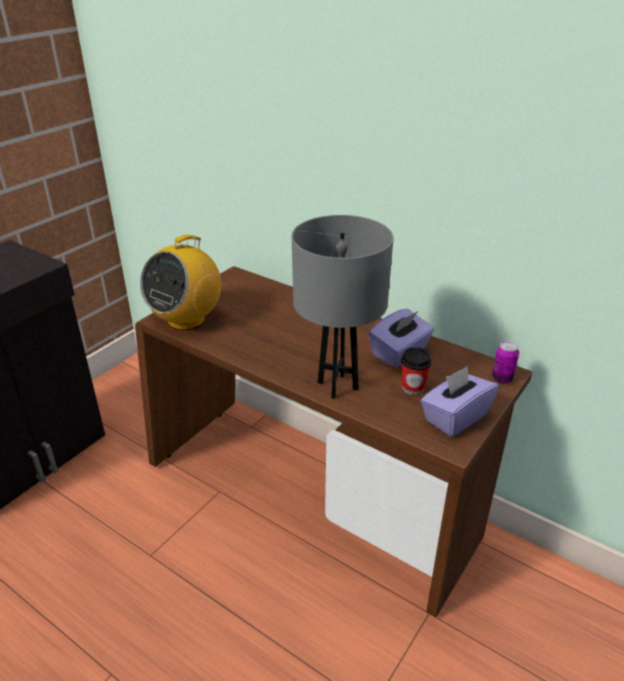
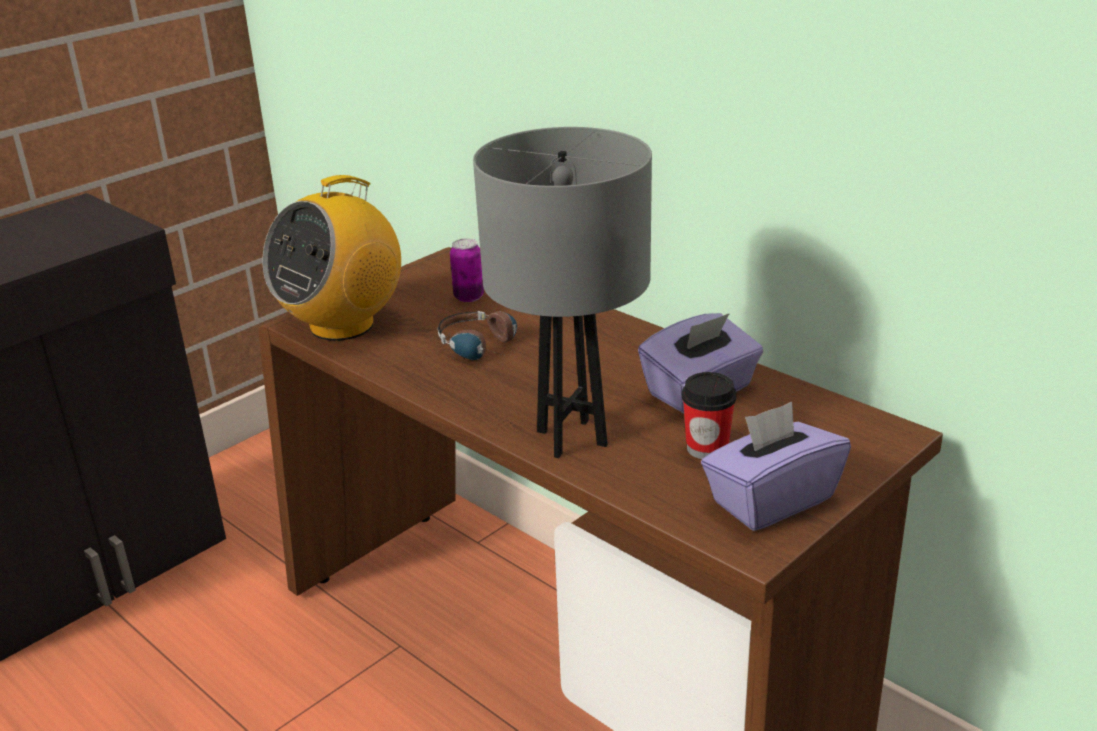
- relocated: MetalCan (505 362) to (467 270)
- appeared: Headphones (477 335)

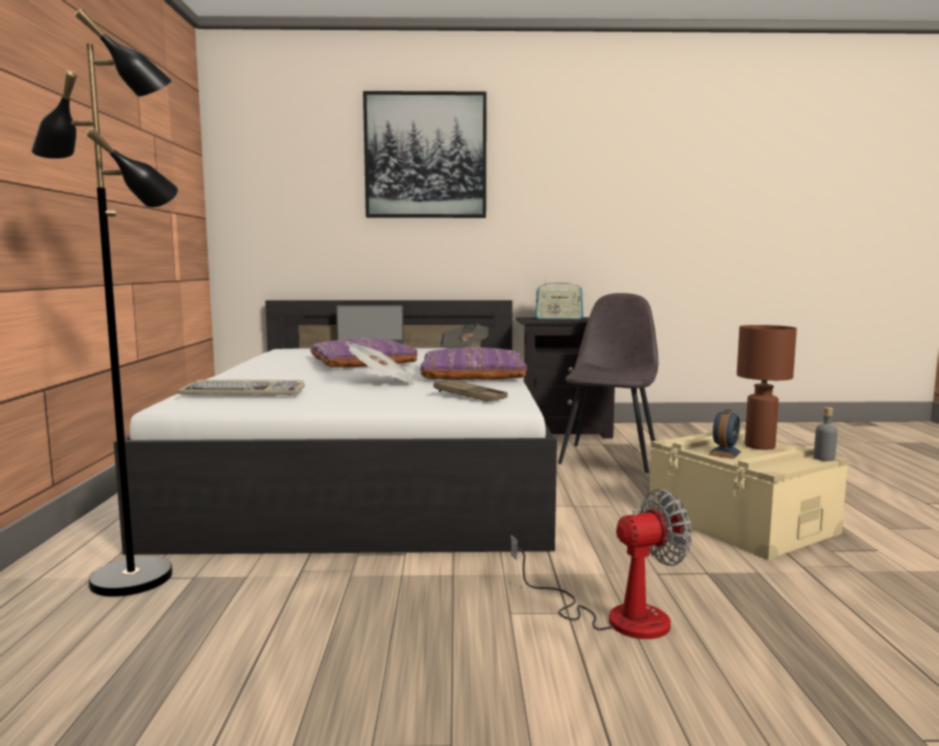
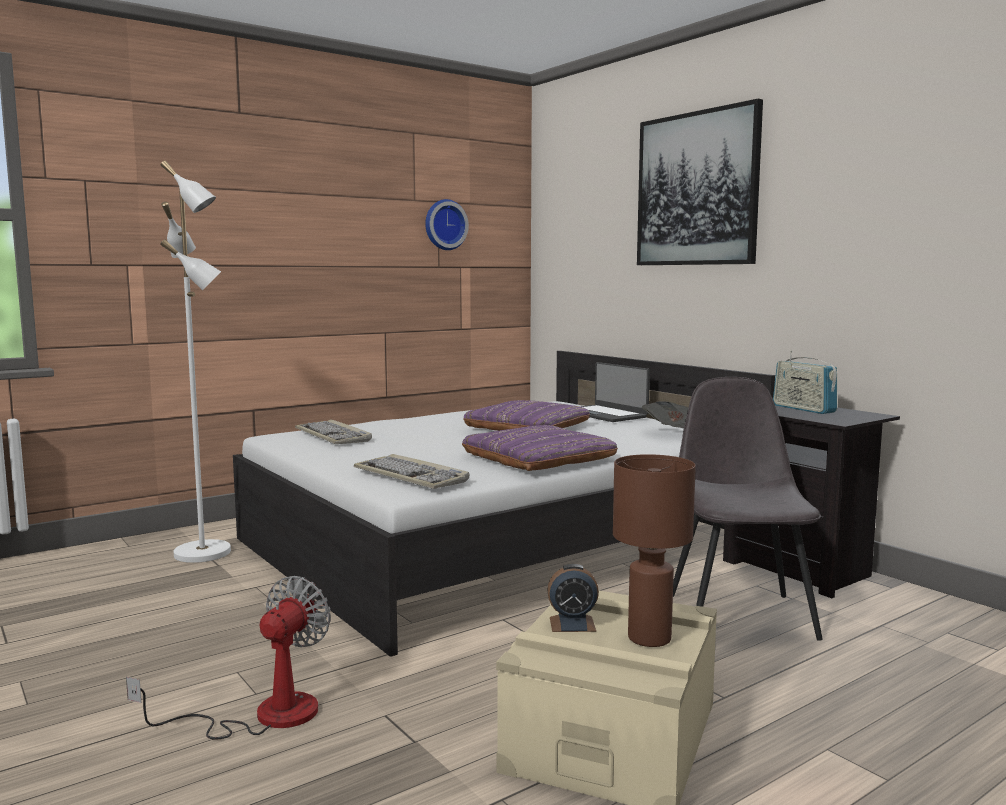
- colour: BlackishFloorLamp (104 303) to WhiteColouredFloorLamp (195 362)
- spun: GreyChair (608 383) = (747 509) 75 degrees counterclockwise
- missing: DailyPaper (380 363)
- exchanged: BrownishServingTray (471 390) to Keyboard (411 471)
- missing: GreyBeverageBottle (826 434)
- spun: CoolingFan (601 564) = (228 657) 105 degrees counterclockwise
- appeared: HangingClock (447 224)

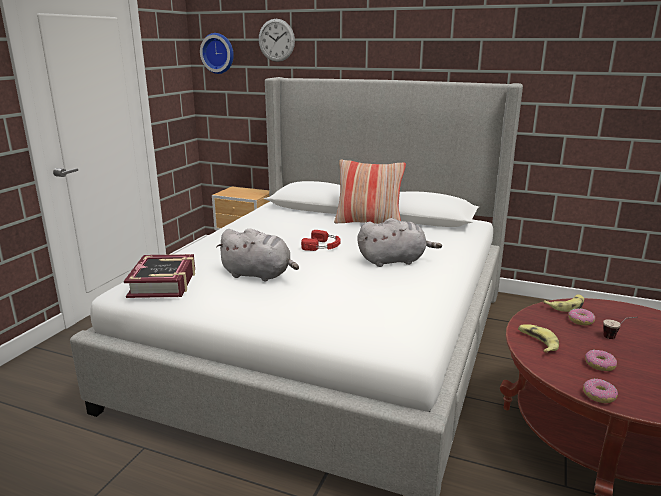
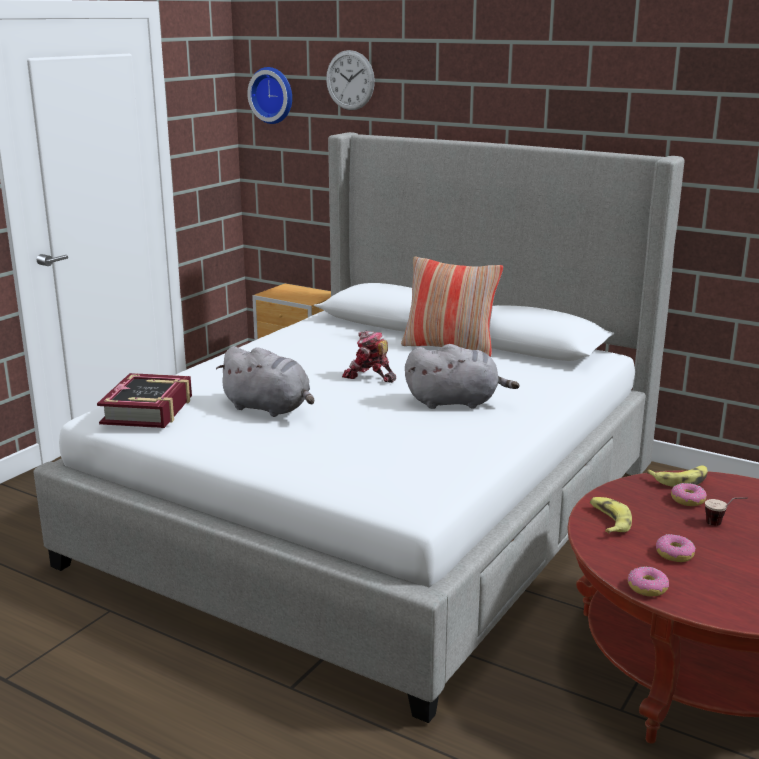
- exchanged: RedHeadphones (321 240) to ToyRobot (369 357)

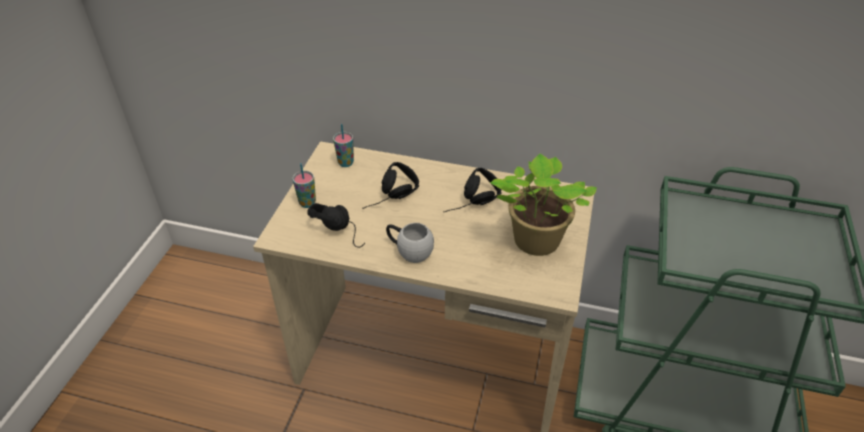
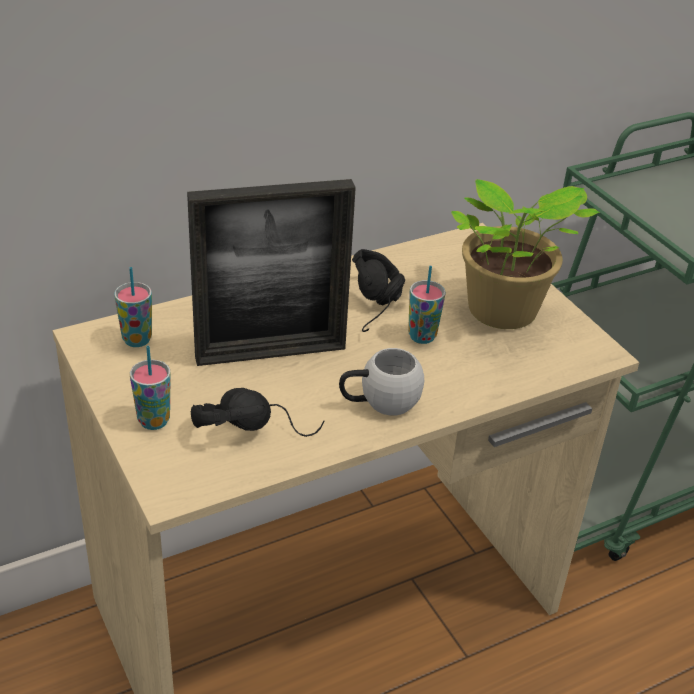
- exchanged: BlackishHeadphones (390 185) to PictureFrame (271 272)
- appeared: SmallCup (427 305)

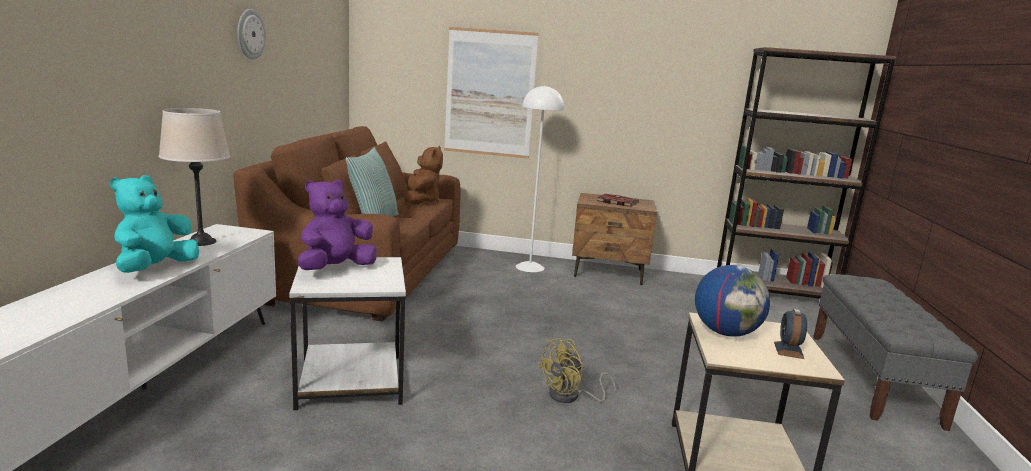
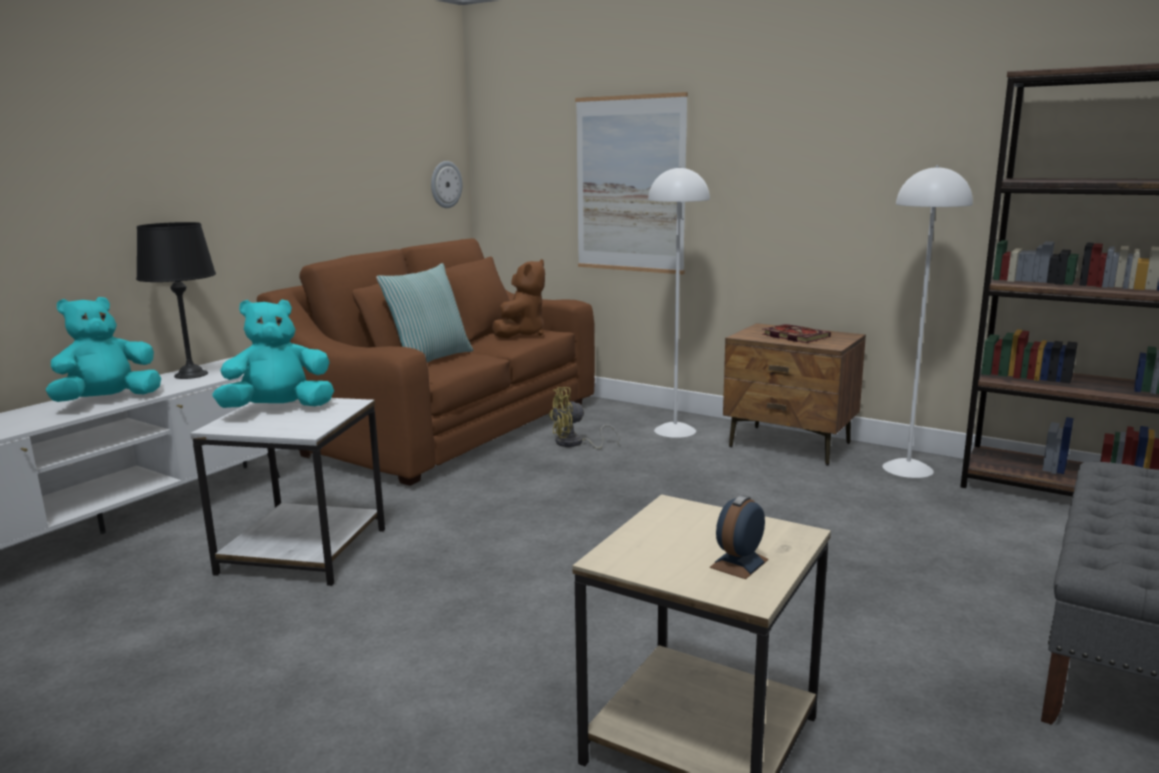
- relocated: HangingClock (252 34) to (446 184)
- colour: SandColouredTabletopLamp (194 177) to BlackishTabletopLamp (176 300)
- colour: PurplePlushToy (337 225) to TurquoisePlushToy (273 353)
- missing: DeskGlobe (732 301)
- relocated: YellowishCoolingFan (576 371) to (584 418)
- appeared: WhiteColouredFloorLamp (927 321)

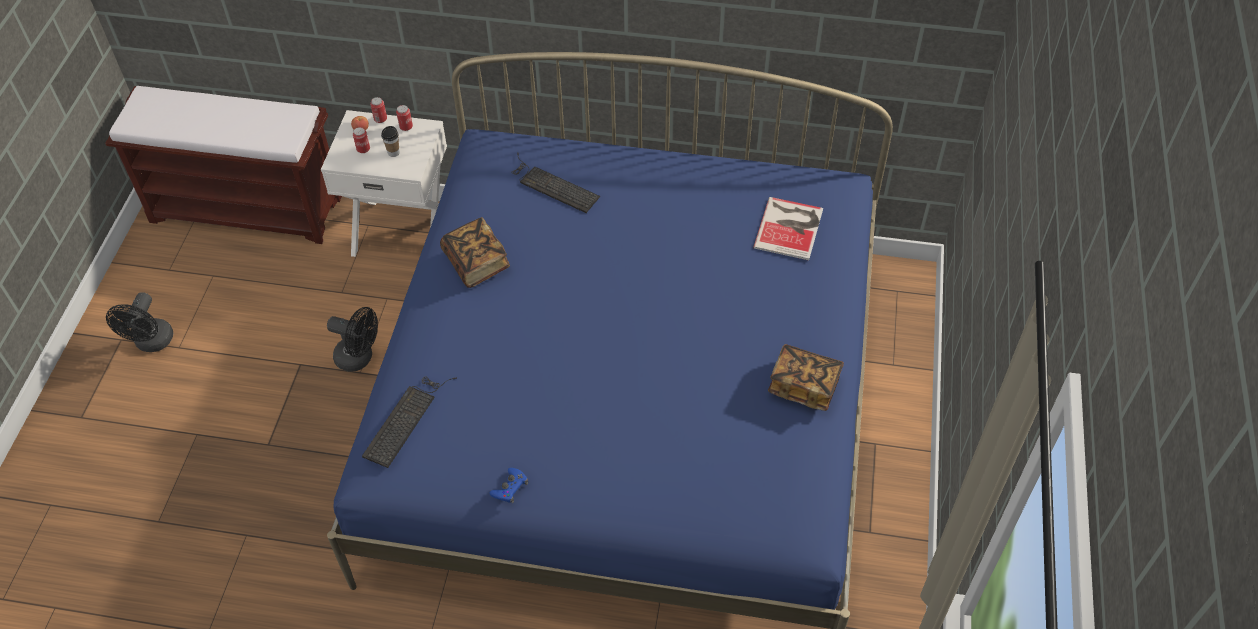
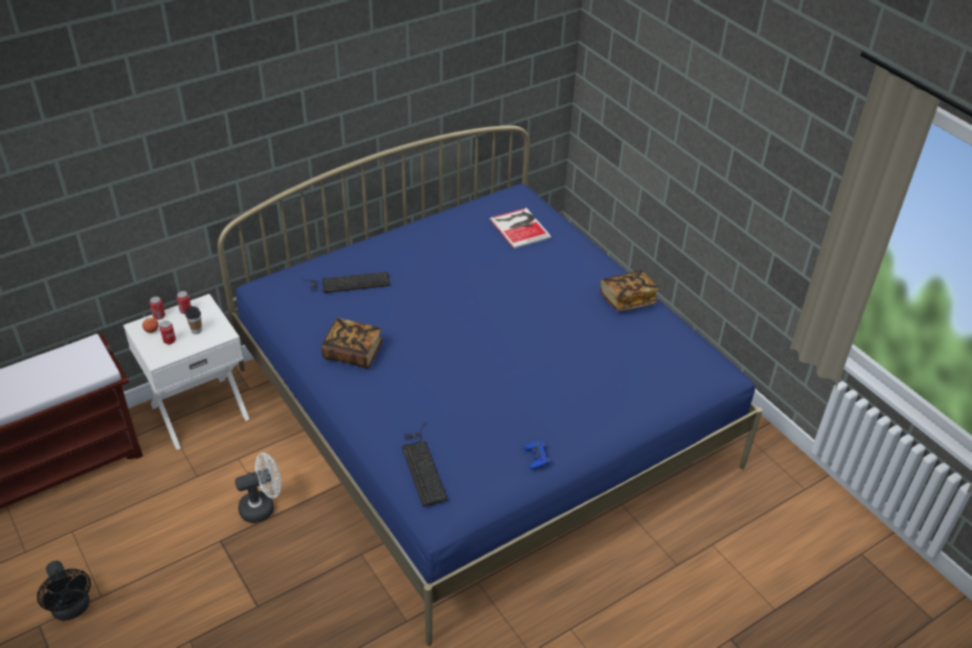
- colour: BlackishCoolingFan (352 339) to WhiteColouredCoolingFan (258 488)

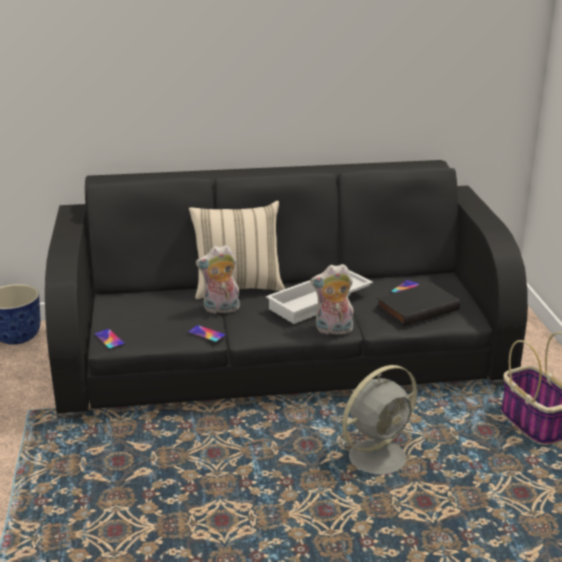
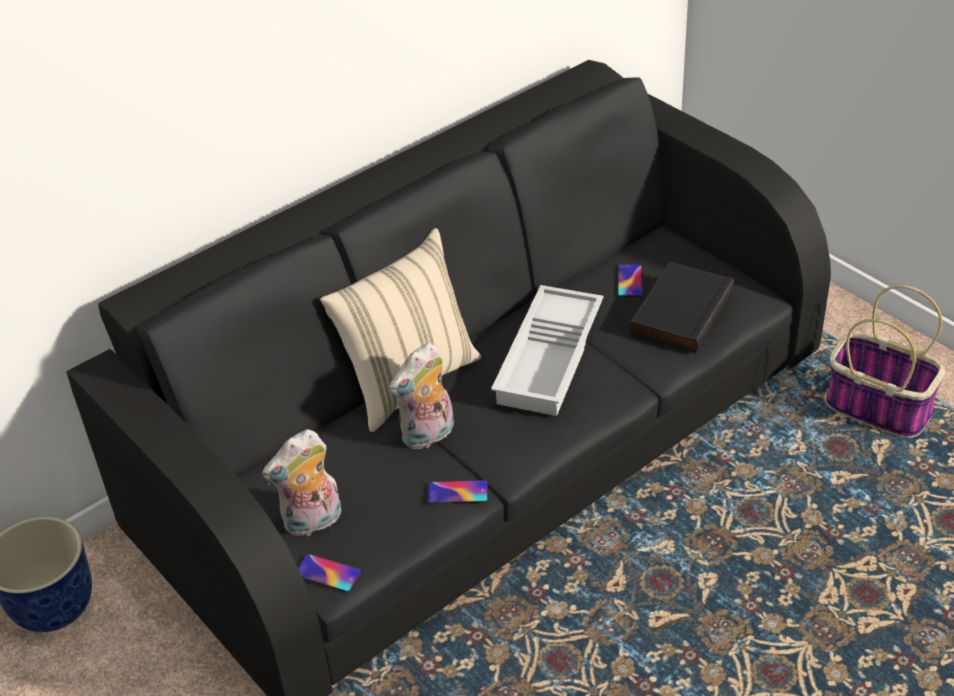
- relocated: PlushToy (332 299) to (301 482)
- missing: GreyCoolingFan (373 425)

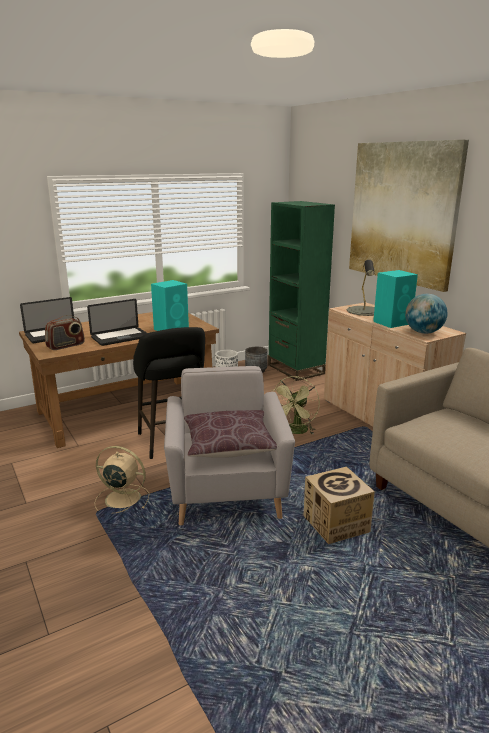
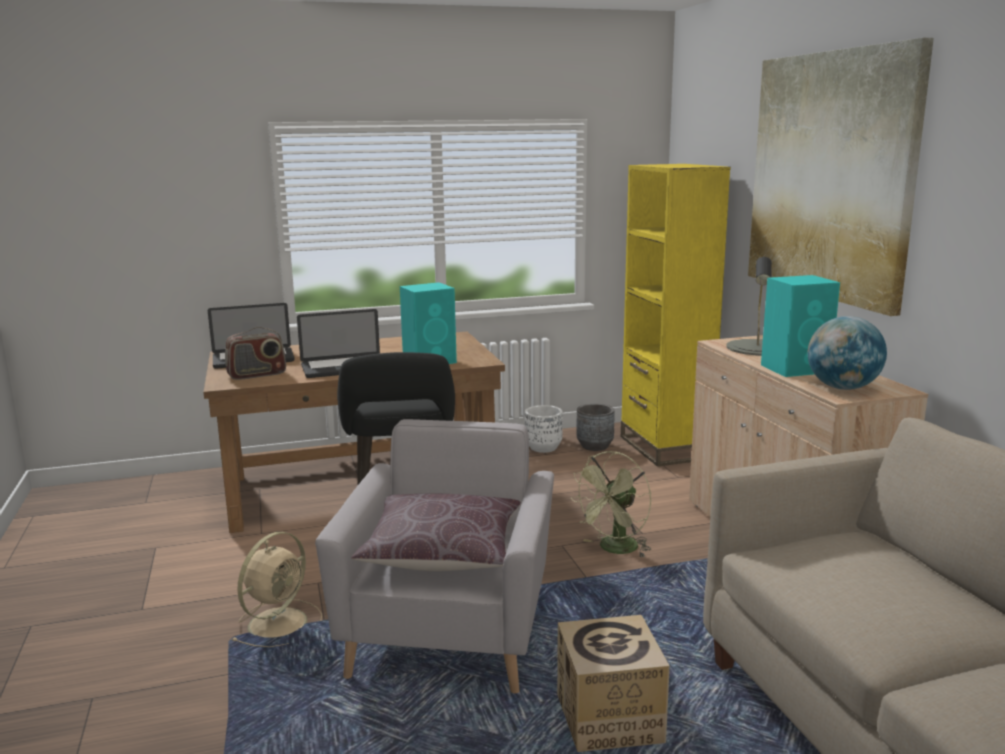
- colour: GreenBookshelf (301 291) to YellowishBookshelf (676 315)
- spun: SandColouredCoolingFan (122 479) = (276 589) 90 degrees clockwise

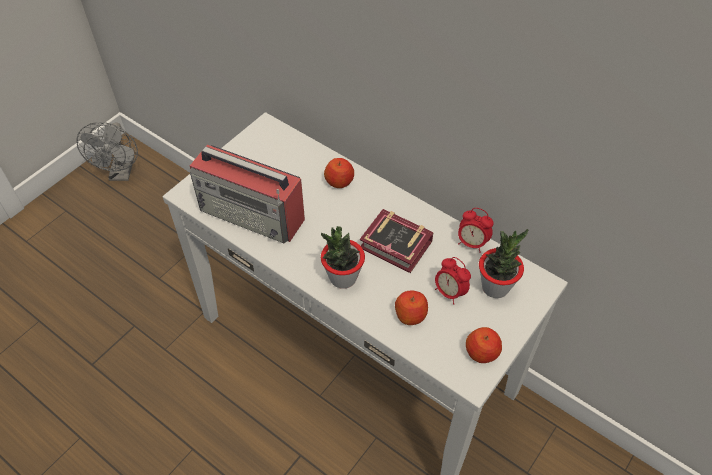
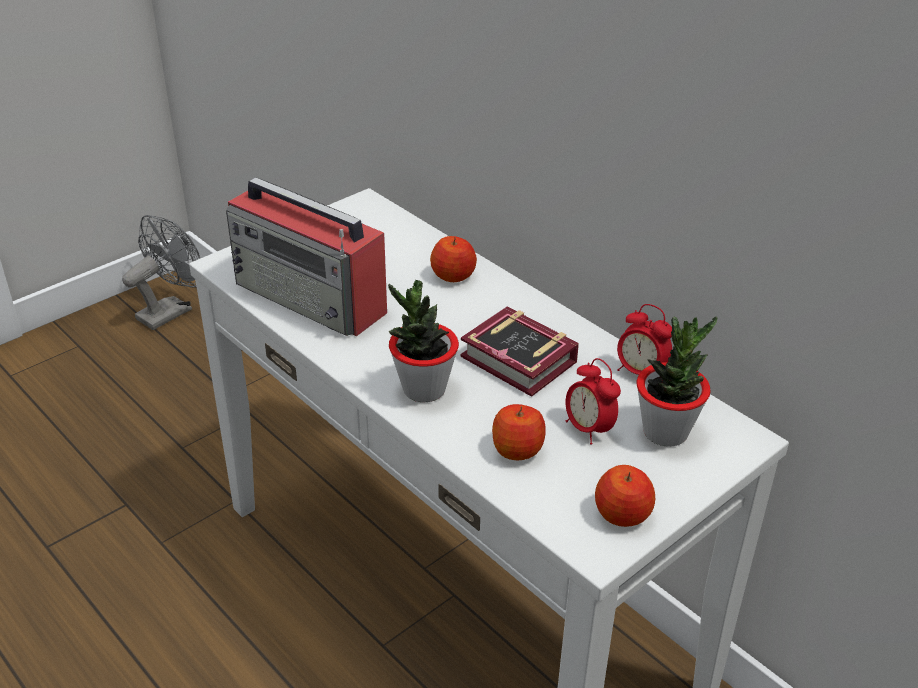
- spun: GreyCoolingFan (107 151) = (161 272) 150 degrees counterclockwise

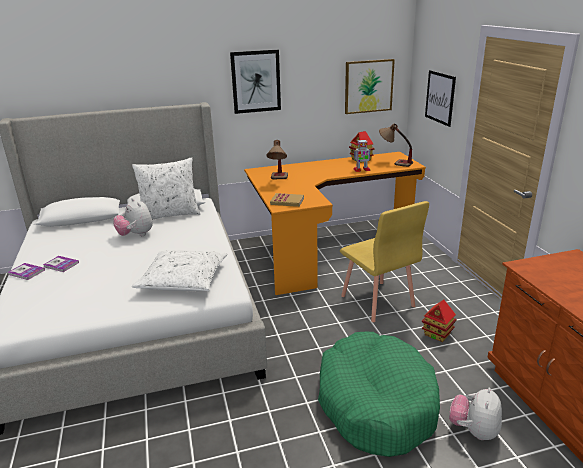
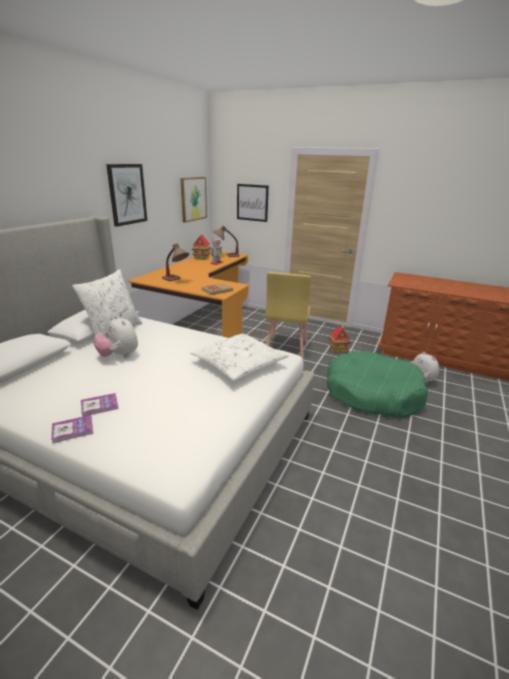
- spun: PlushToy (133 217) = (116 336) 45 degrees clockwise
- spun: YellowishChair (384 261) = (288 315) 90 degrees clockwise

